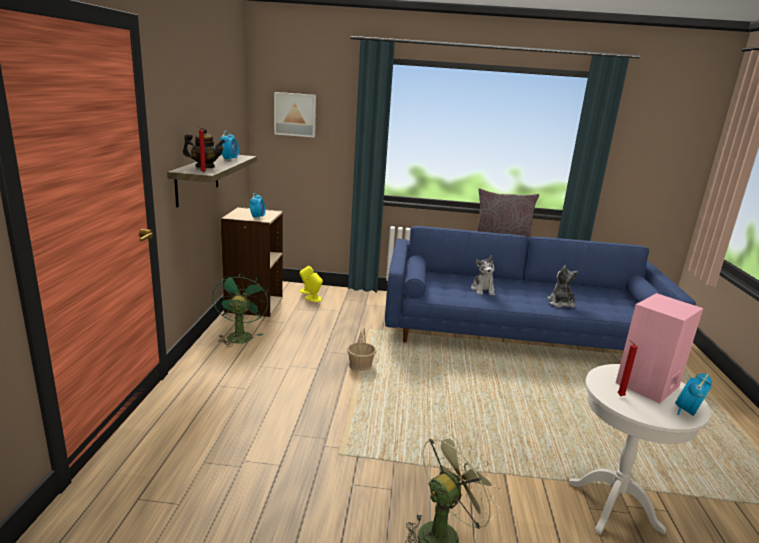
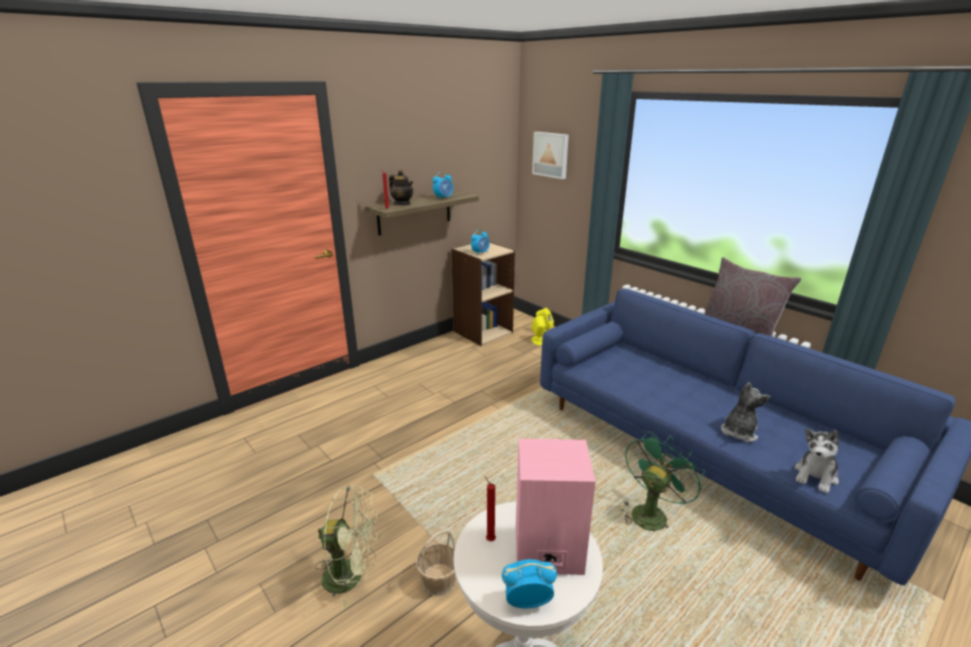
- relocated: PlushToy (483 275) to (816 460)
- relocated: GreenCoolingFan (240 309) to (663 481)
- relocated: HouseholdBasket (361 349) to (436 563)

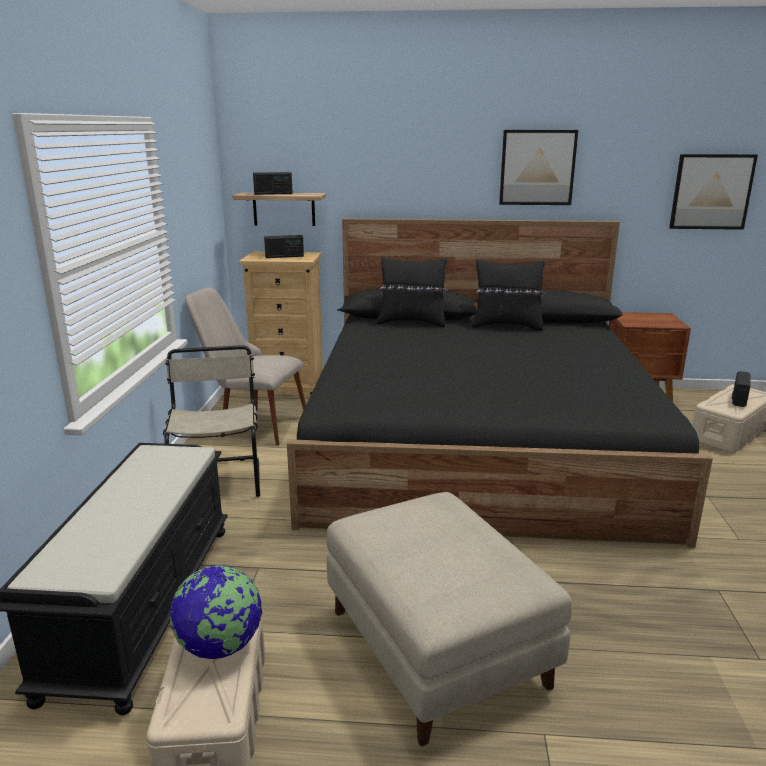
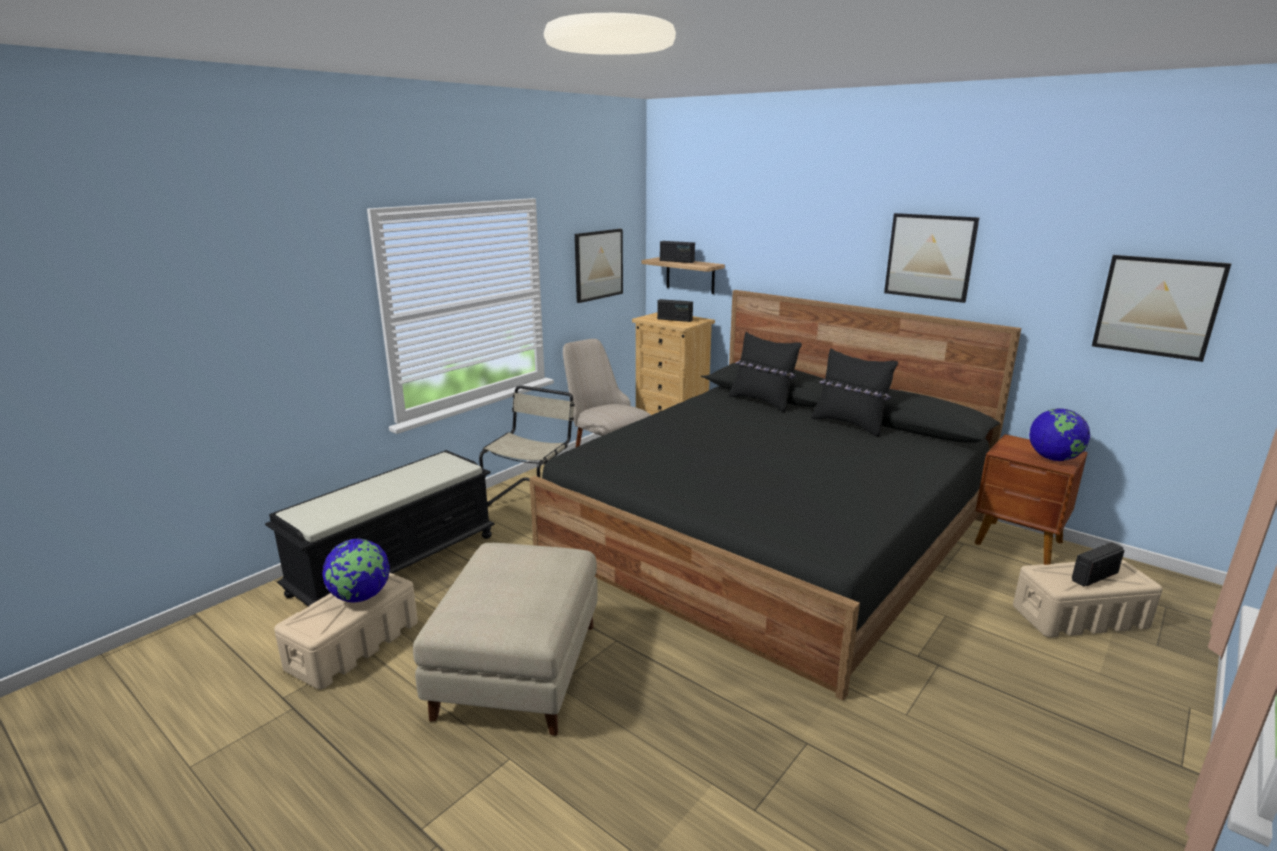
- appeared: WallArt (599 266)
- appeared: DeskGlobe (1059 434)

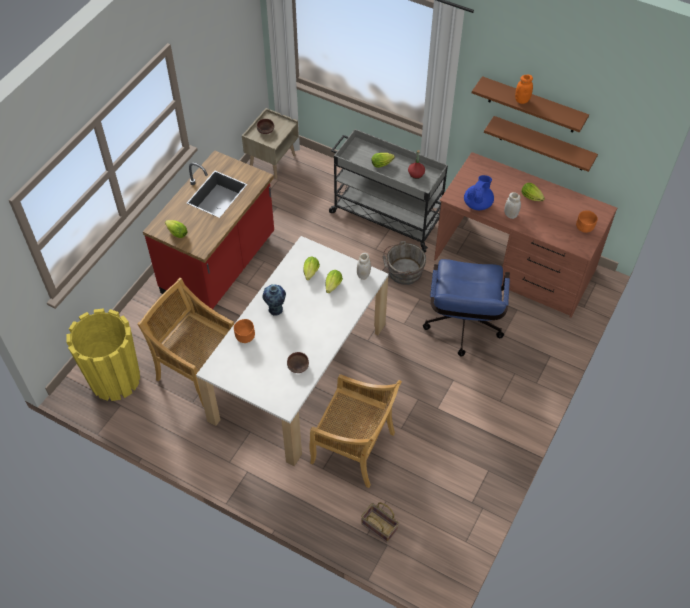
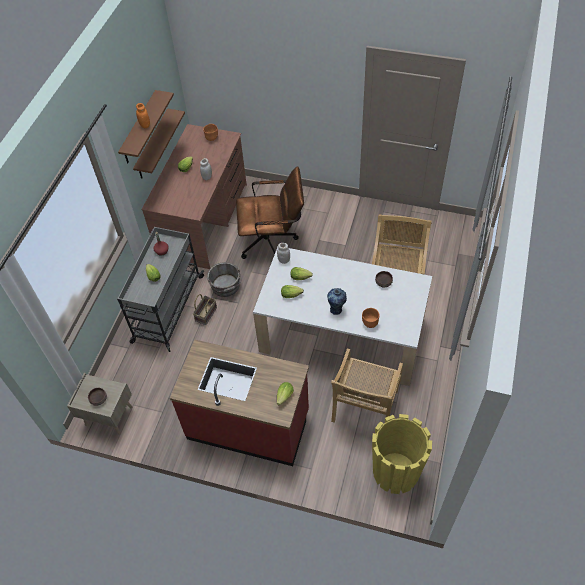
- missing: BluishTeapot (479 192)
- colour: BluishDeskChair (466 308) to BrownishDeskChair (270 212)
- relocated: HouseholdBasket (380 522) to (205 309)

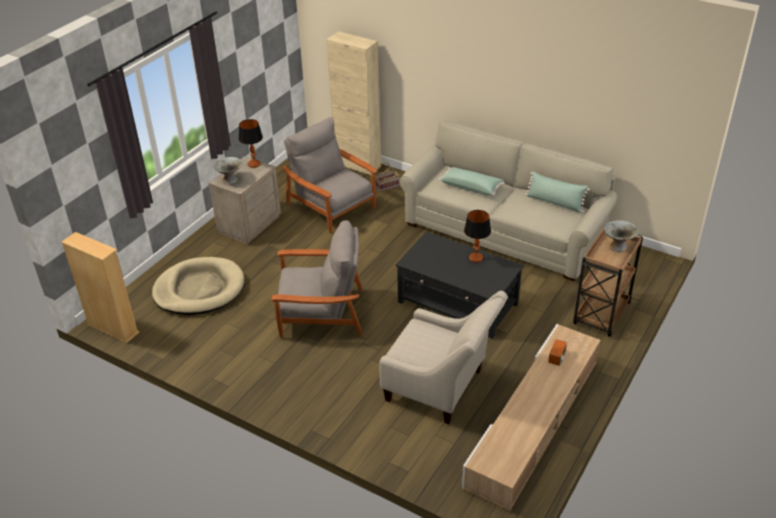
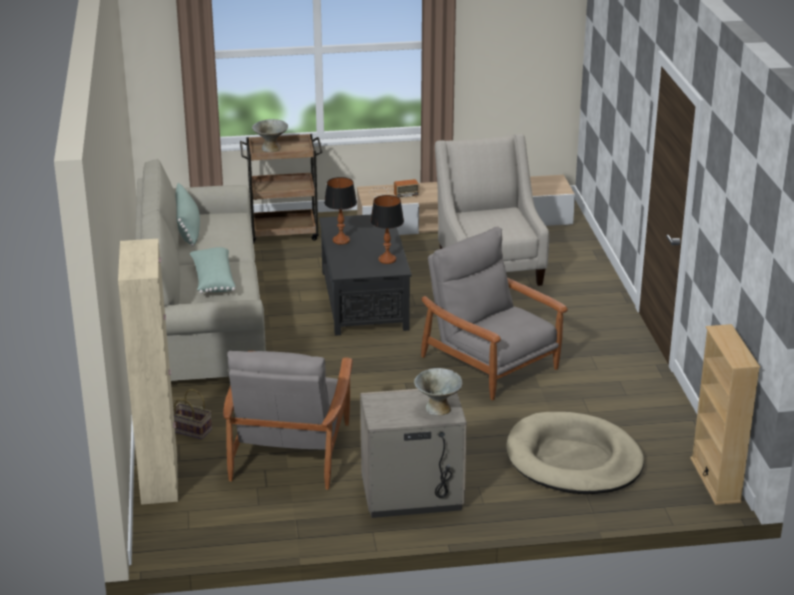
- relocated: TabletopLamp (251 143) to (387 229)

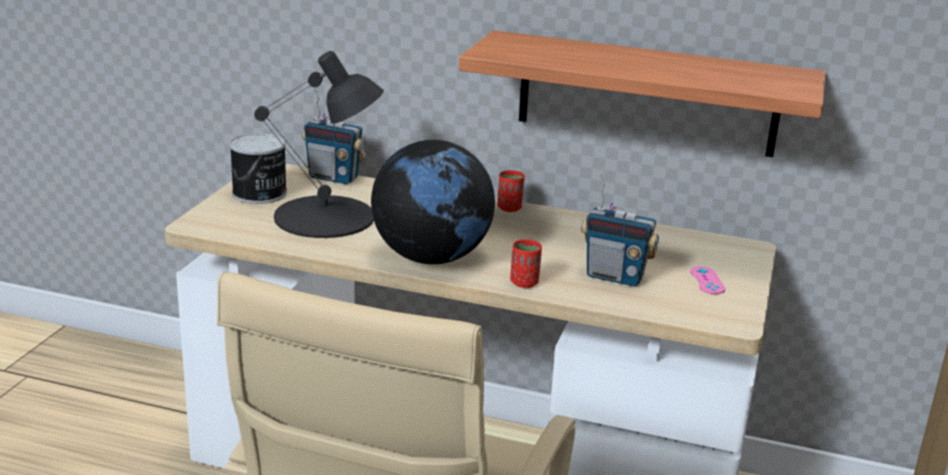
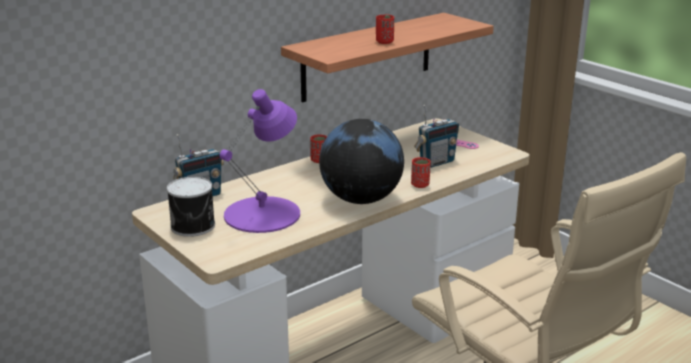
- colour: BlackishTabletopLamp (319 144) to PurpleTabletopLamp (260 161)
- appeared: RedSmallCup (385 29)

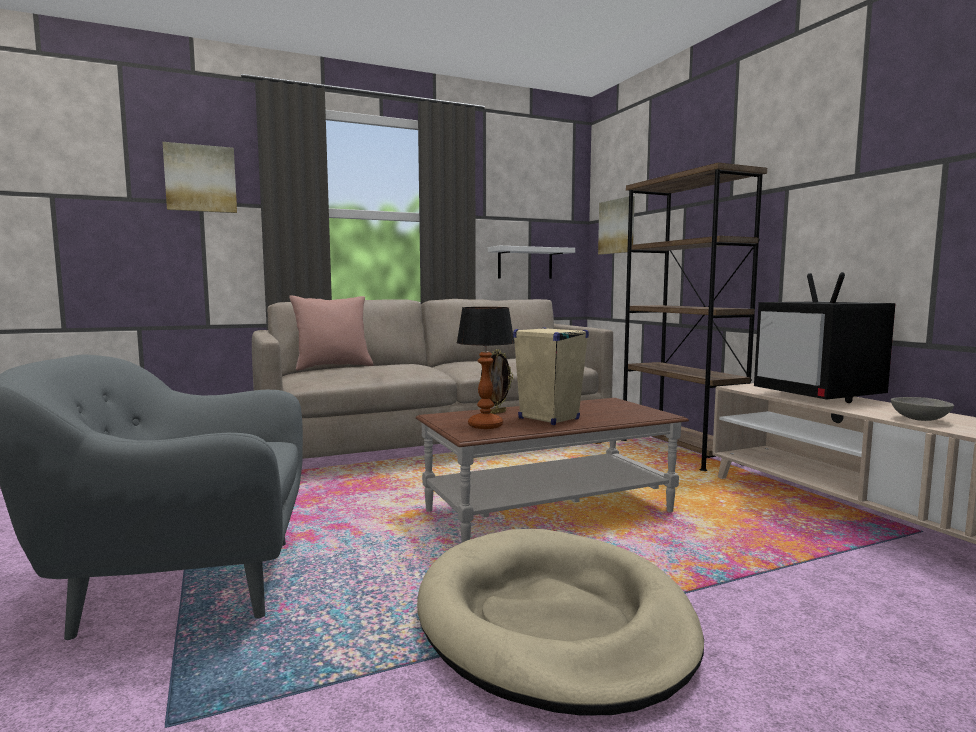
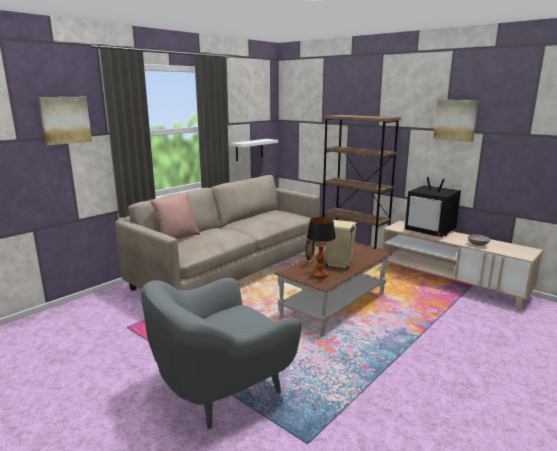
- relocated: WallArt (616 225) to (456 121)
- missing: SandColouredDogCushion (560 622)

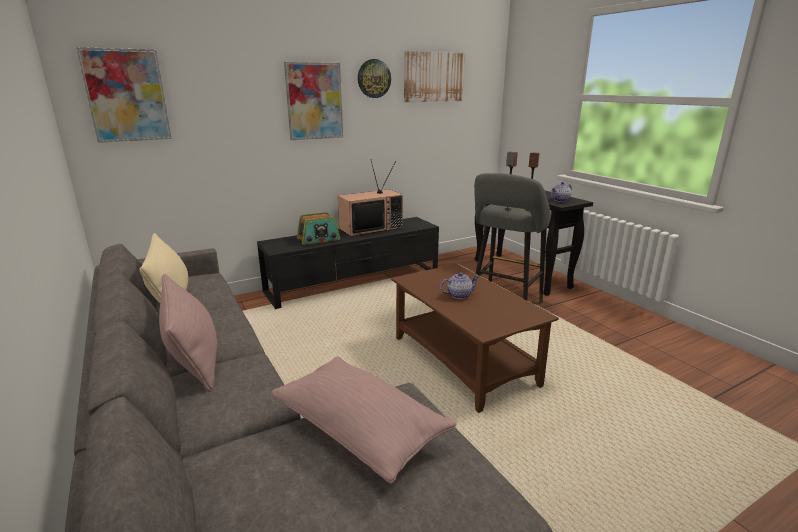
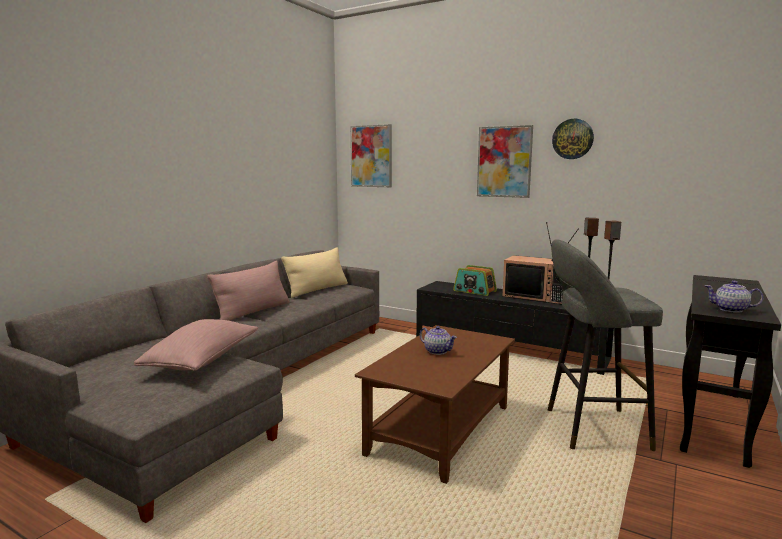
- missing: WallArt (434 76)

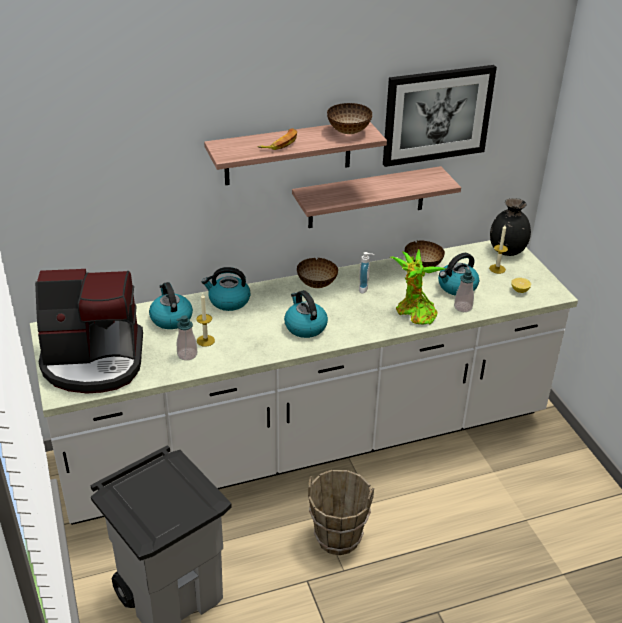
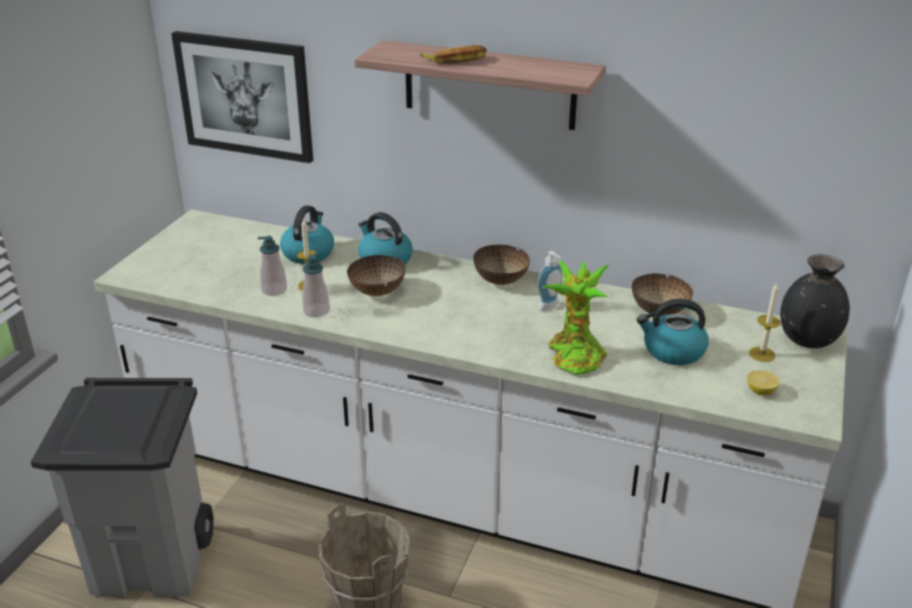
- relocated: WallArt (440 116) to (242 97)
- relocated: ServingBowl (349 118) to (376 275)
- missing: BracketShelf (376 197)
- relocated: LiquidSoapBottle (464 289) to (316 285)
- missing: CoffeeMaker (89 331)
- missing: WaterKettle (306 314)

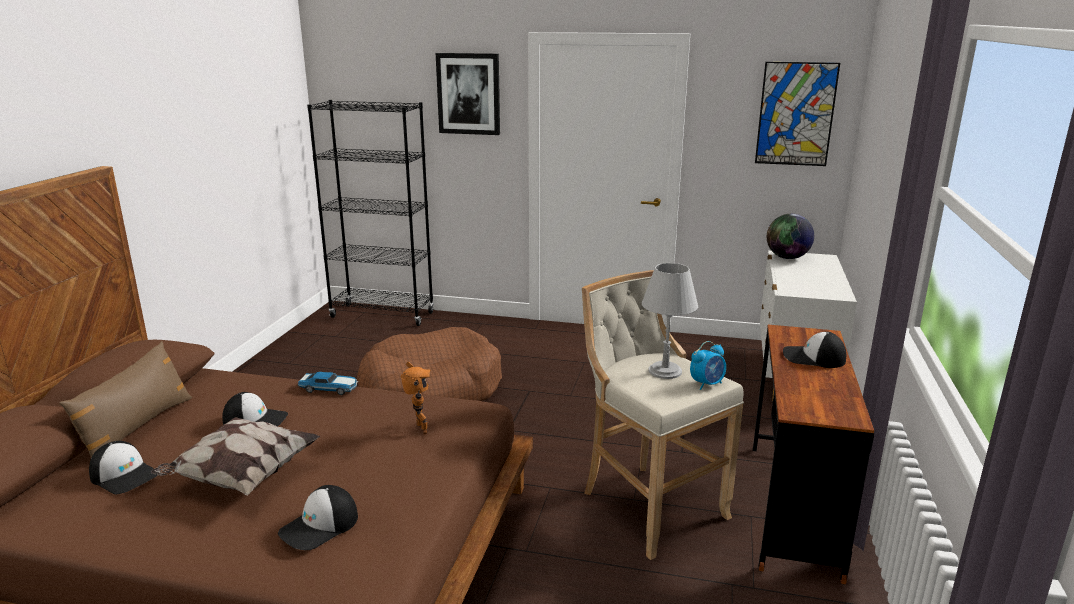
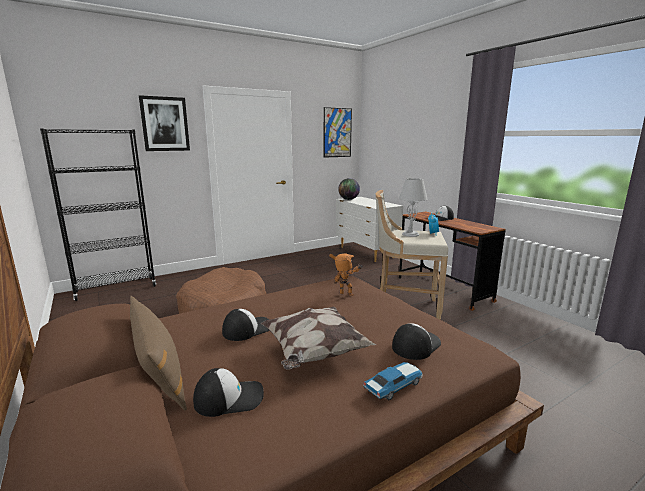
- relocated: ModelCar (328 383) to (393 381)
- spun: BaseballCap (318 517) = (416 341) 135 degrees counterclockwise

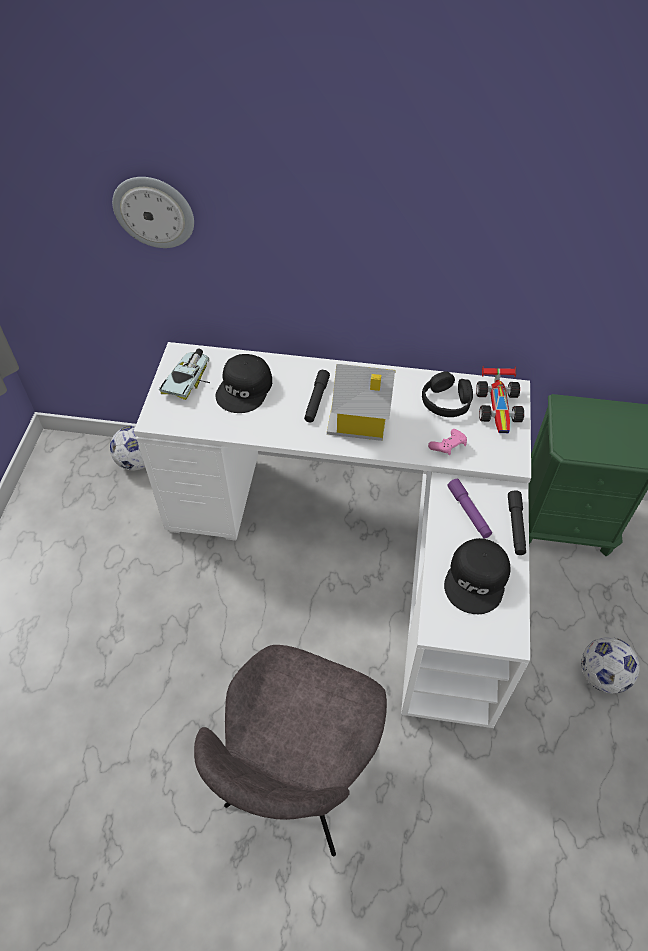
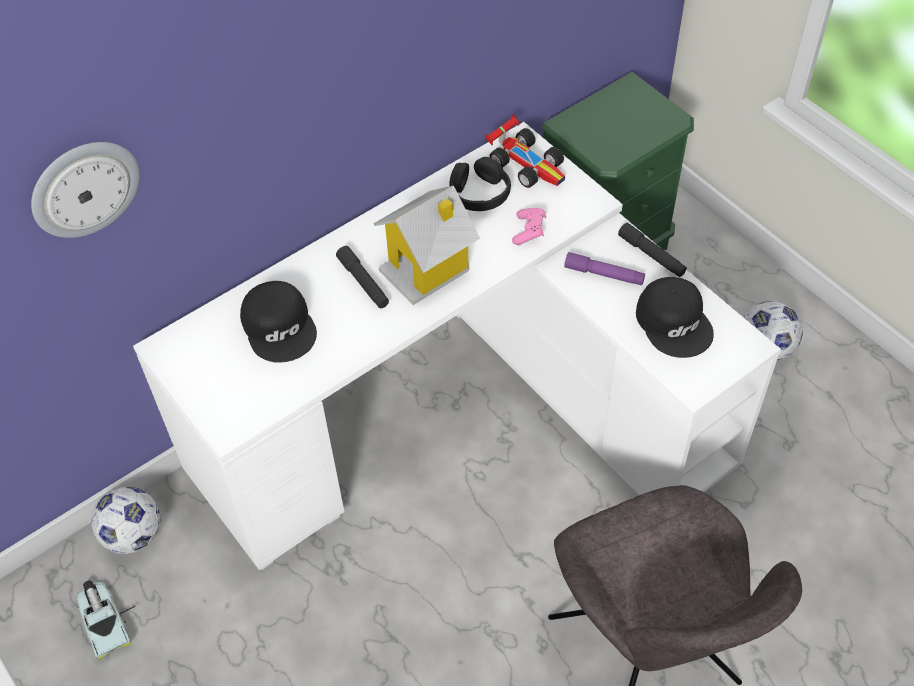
- relocated: ModelCar (184 374) to (106 620)

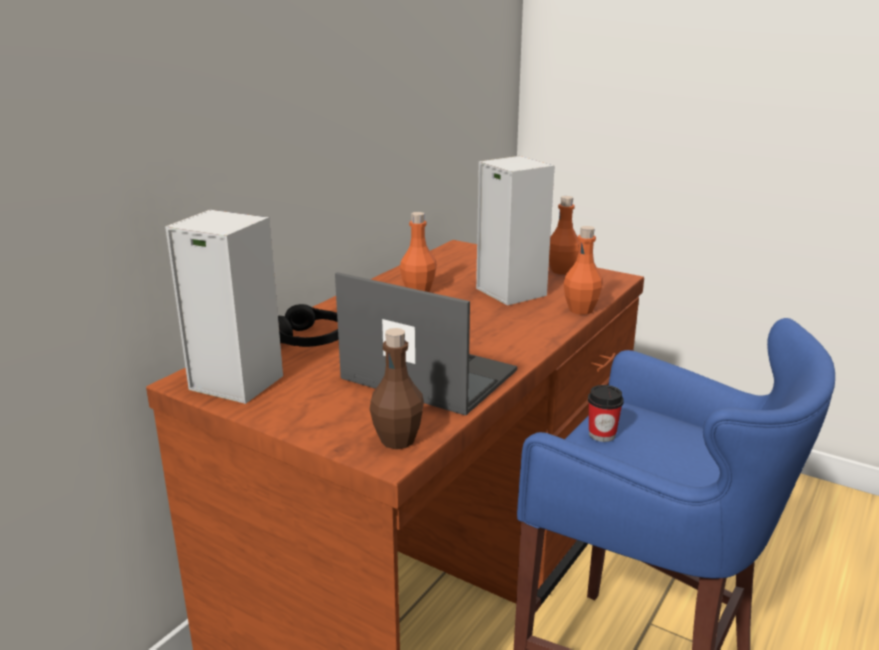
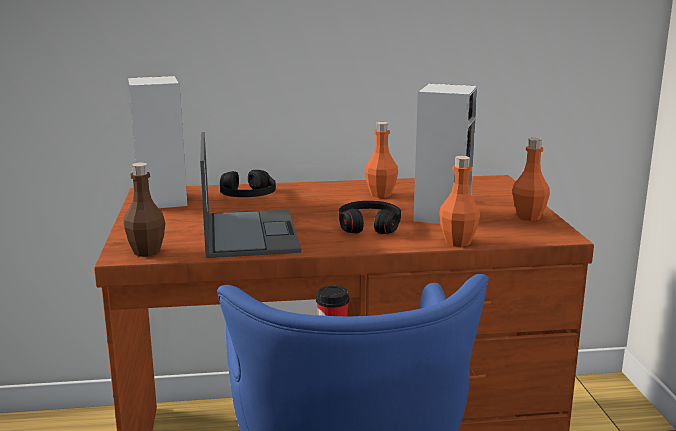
- appeared: BlackishHeadphones (370 217)

